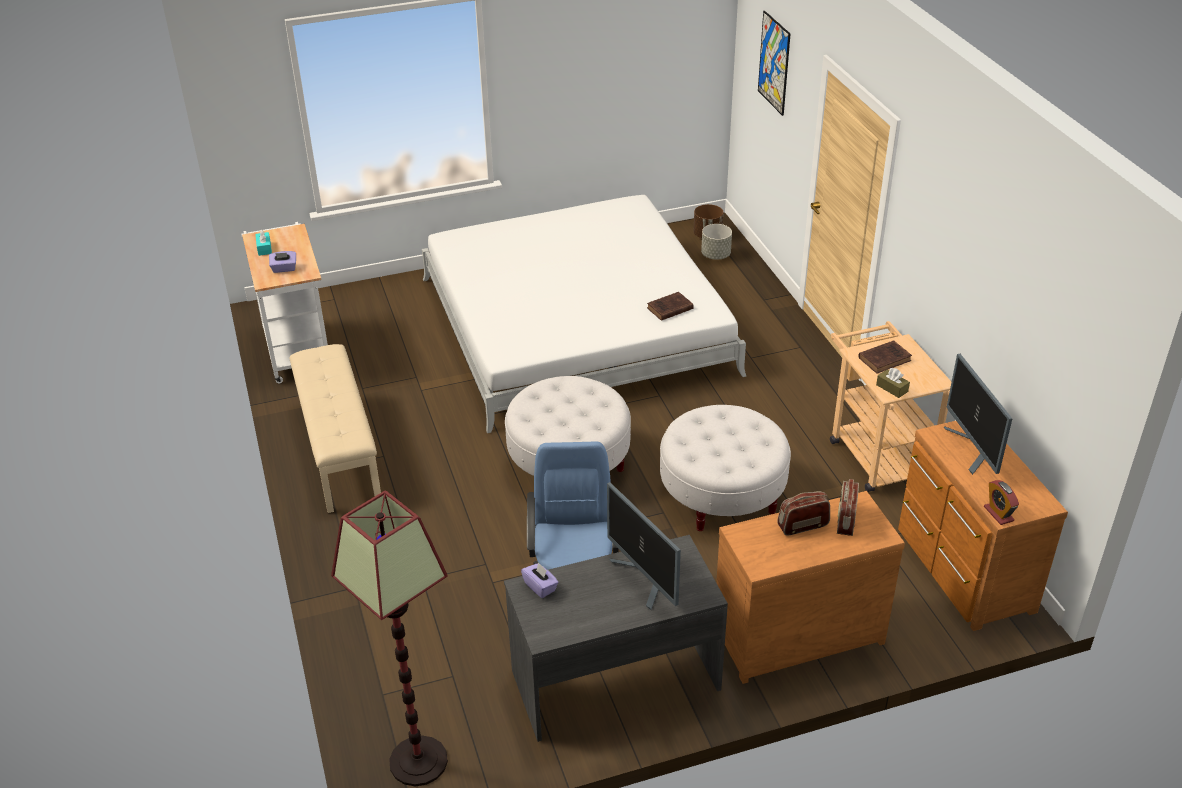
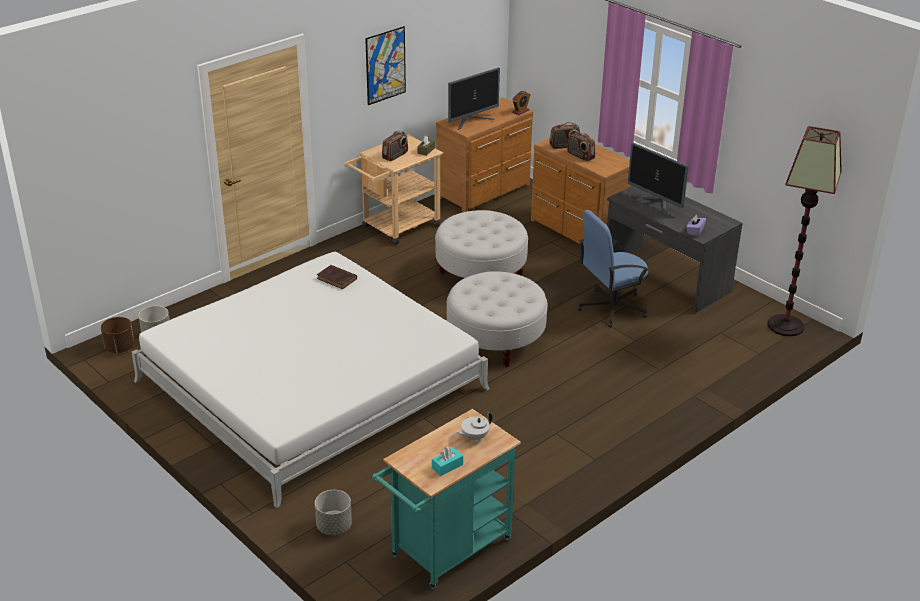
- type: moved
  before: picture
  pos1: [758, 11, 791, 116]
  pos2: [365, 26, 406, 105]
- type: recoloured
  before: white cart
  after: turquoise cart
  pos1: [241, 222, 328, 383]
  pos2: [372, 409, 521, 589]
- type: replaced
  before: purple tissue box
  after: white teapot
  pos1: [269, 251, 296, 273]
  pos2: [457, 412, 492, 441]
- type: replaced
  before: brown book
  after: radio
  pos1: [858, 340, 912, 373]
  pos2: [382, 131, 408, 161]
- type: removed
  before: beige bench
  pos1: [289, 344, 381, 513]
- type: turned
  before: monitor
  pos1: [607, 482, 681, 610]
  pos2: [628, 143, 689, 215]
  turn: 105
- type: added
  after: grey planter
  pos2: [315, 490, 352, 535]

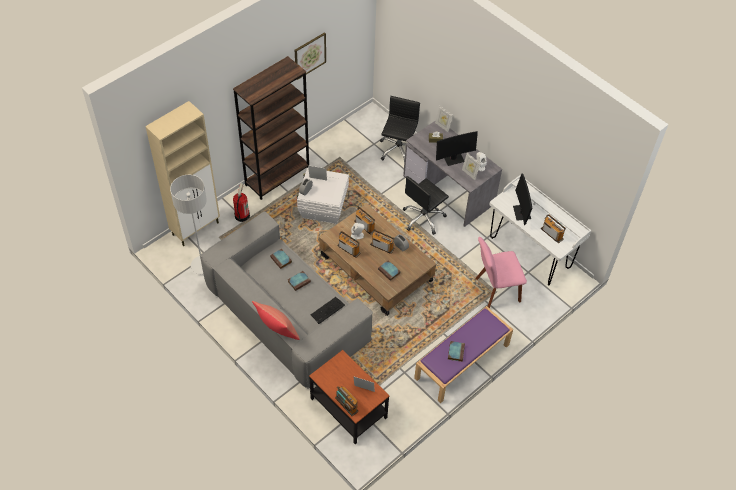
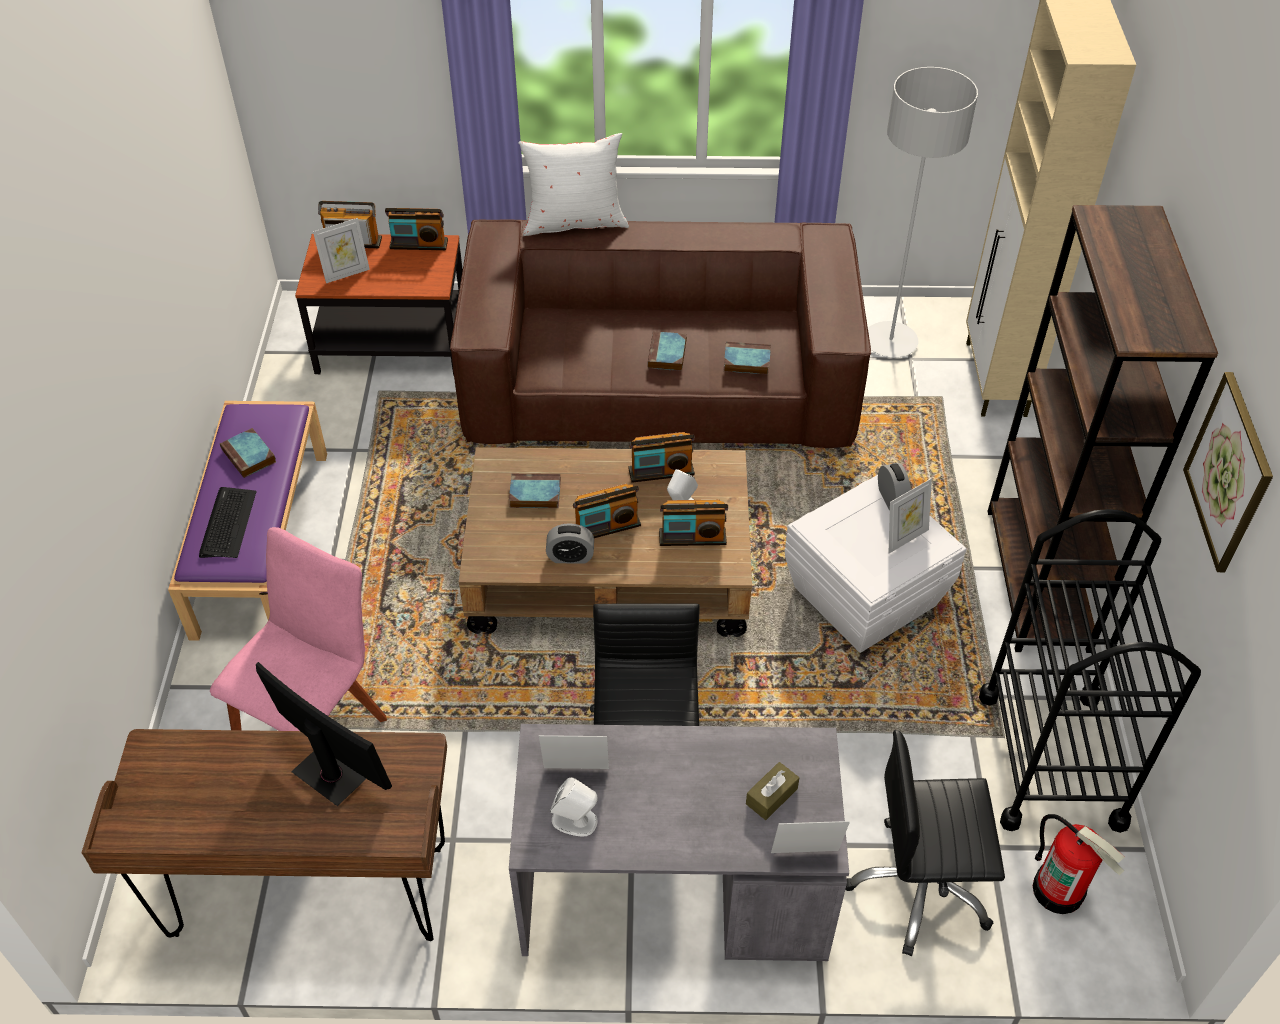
- type: turned
  before: black office chair
  pos1: [380, 96, 420, 161]
  pos2: [845, 730, 1005, 956]
  turn: 120
- type: removed
  before: monitor
  pos1: [436, 131, 478, 166]
- type: recoloured
  before: white desk
  after: brown desk
  pos1: [489, 175, 591, 285]
  pos2: [82, 729, 447, 941]
- type: moved
  before: fire extinguisher
  pos1: [233, 183, 250, 222]
  pos2: [1033, 814, 1124, 914]
- type: recoloured
  before: grey sofa
  after: brown sofa
  pos1: [200, 211, 373, 389]
  pos2: [450, 220, 871, 448]
- type: moved
  before: radio
  pos1: [541, 214, 566, 243]
  pos2: [385, 208, 448, 250]
- type: moved
  before: keyboard
  pos1: [311, 297, 345, 324]
  pos2: [199, 487, 256, 558]
- type: recoloured
  before: red pillow
  after: white pillow
  pos1: [252, 301, 300, 340]
  pos2: [518, 133, 629, 236]
- type: added
  after: black cart
  pos2: [979, 509, 1201, 833]

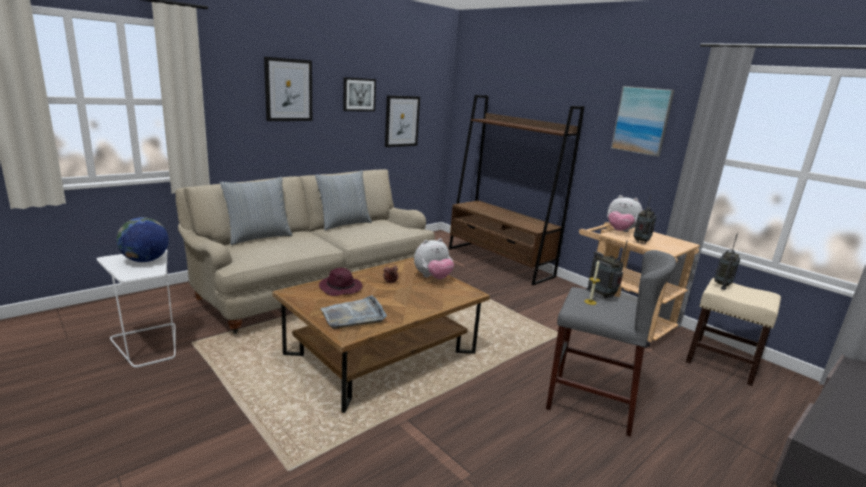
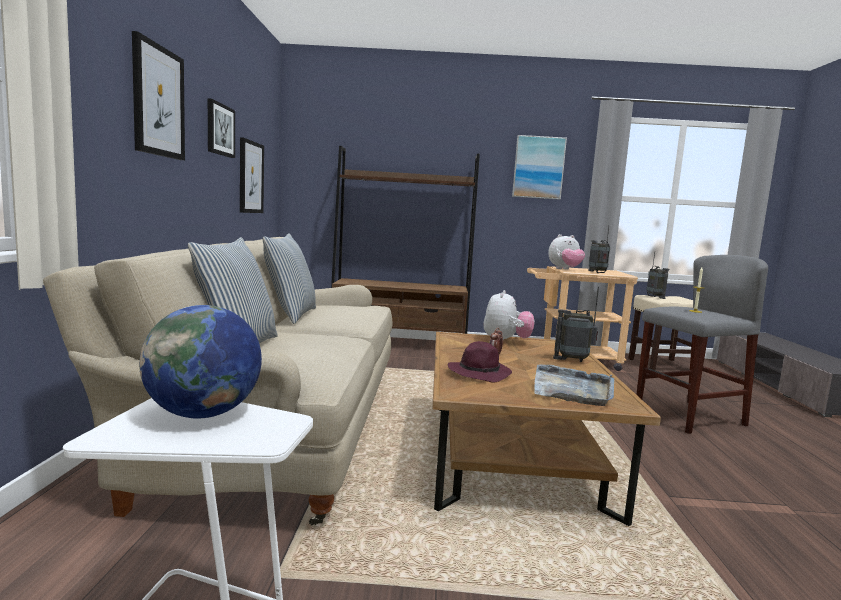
- type: moved
  before: radio
  pos1: [586, 240, 628, 299]
  pos2: [553, 287, 599, 362]

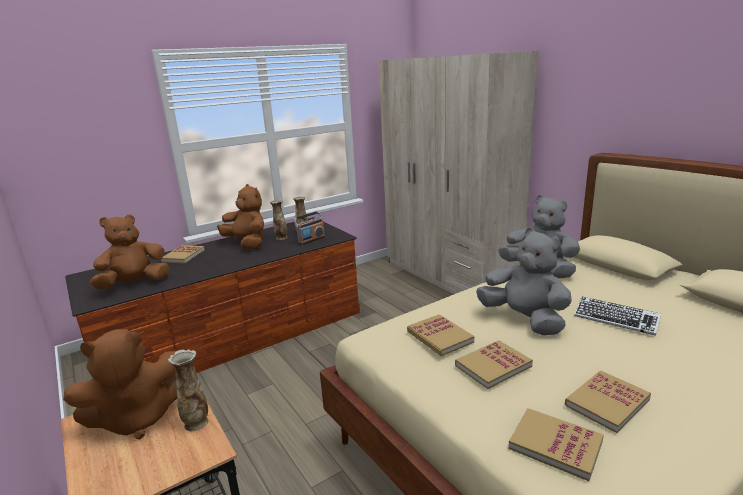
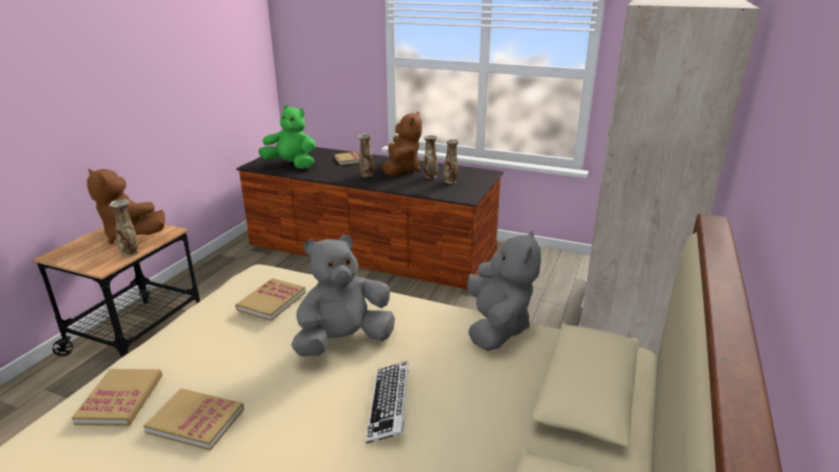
- type: removed
  before: radio
  pos1: [293, 211, 325, 245]
- type: recoloured
  before: brown plush toy
  after: green plush toy
  pos1: [90, 214, 170, 289]
  pos2: [258, 105, 315, 169]
- type: turned
  before: grey plush toy
  pos1: [476, 228, 572, 335]
  pos2: [291, 235, 395, 356]
  turn: -135
- type: removed
  before: book
  pos1: [455, 340, 533, 389]
- type: added
  after: vase
  pos2: [358, 134, 374, 177]

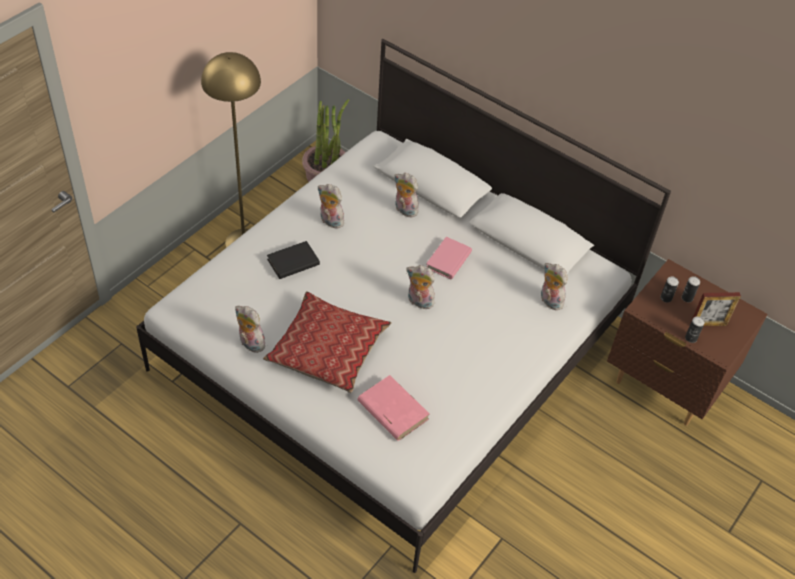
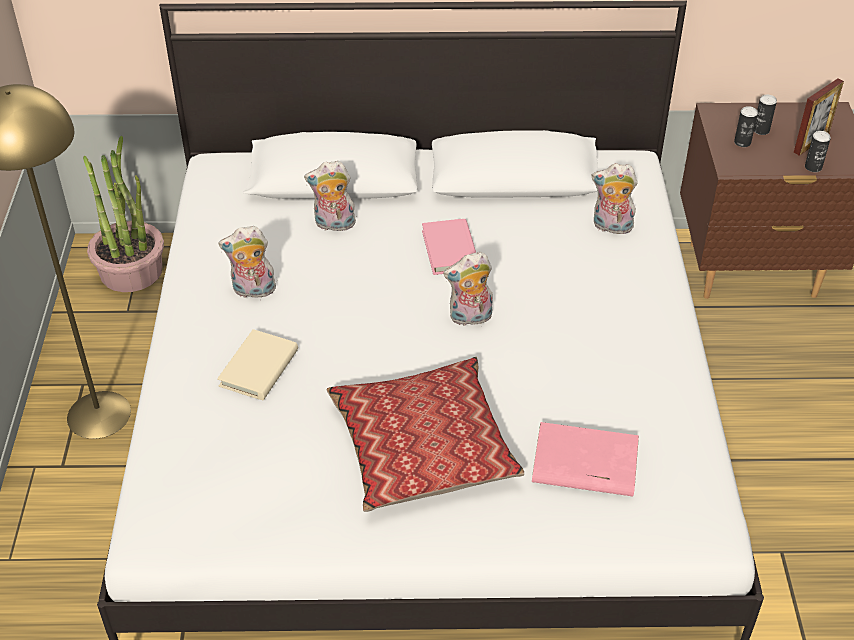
- type: recoloured
  before: black book
  after: beige book
  pos1: [267, 241, 320, 279]
  pos2: [217, 329, 298, 400]
- type: removed
  before: plush toy
  pos1: [235, 306, 265, 353]

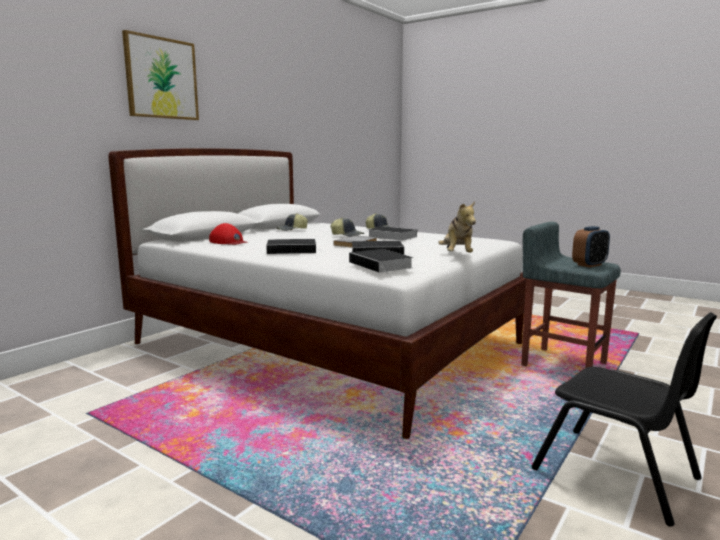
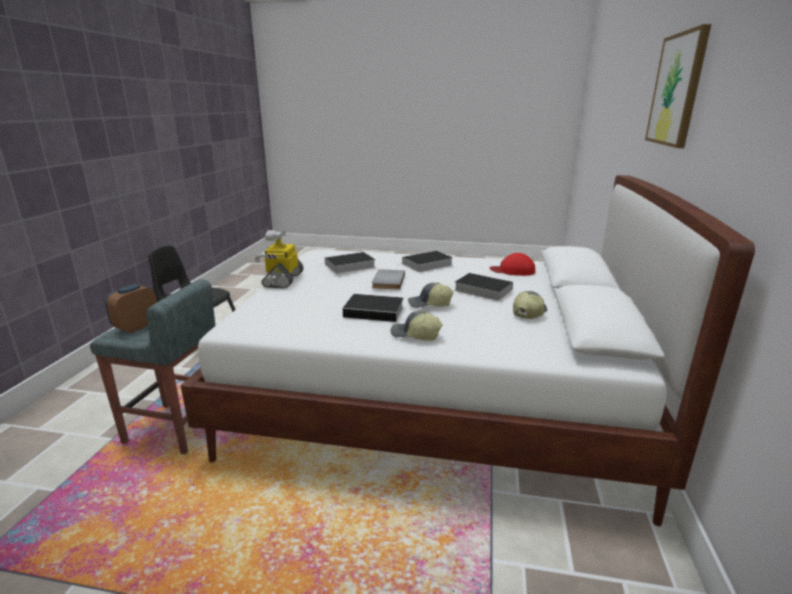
- type: replaced
  before: plush toy
  after: toy robot
  pos1: [438, 201, 476, 253]
  pos2: [255, 230, 304, 288]
- type: moved
  before: book
  pos1: [349, 249, 413, 274]
  pos2: [454, 273, 513, 301]

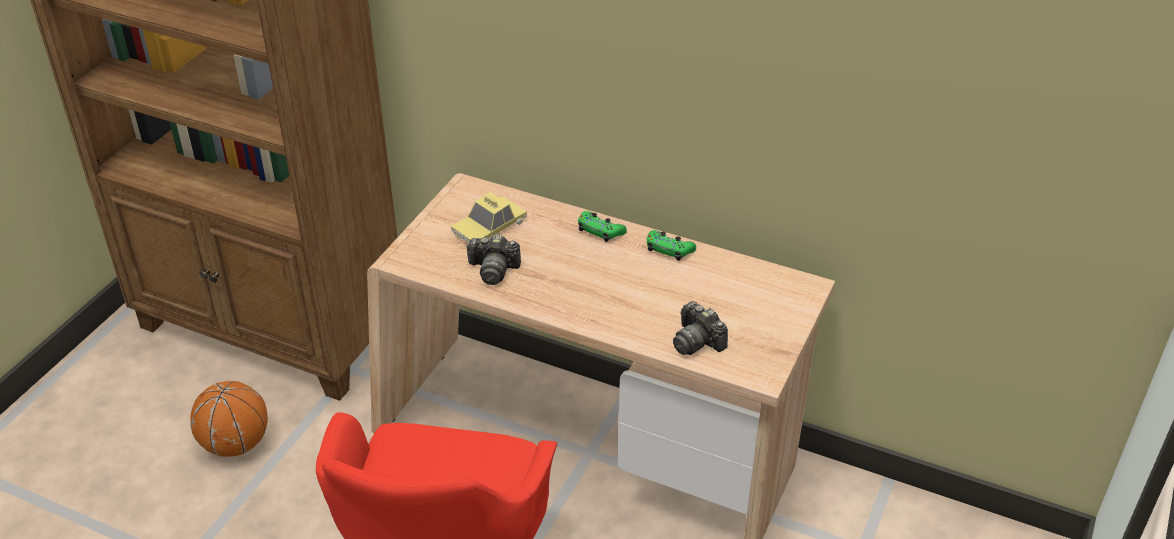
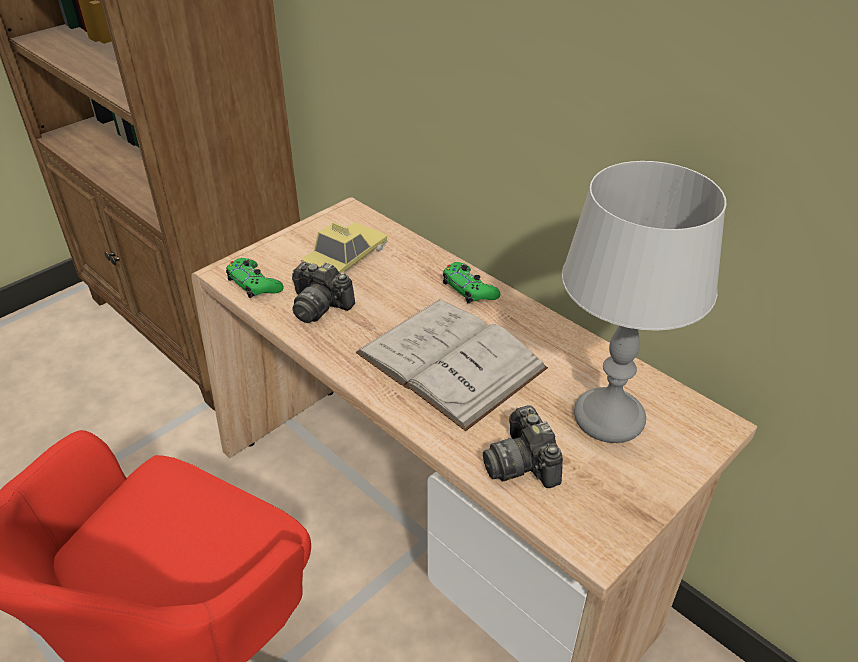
- type: turned
  before: toy car
  pos1: [451, 192, 527, 243]
  pos2: [301, 222, 388, 274]
  turn: 150
- type: moved
  before: green game controller
  pos1: [647, 230, 696, 261]
  pos2: [226, 258, 284, 298]
- type: removed
  before: basketball
  pos1: [190, 381, 268, 457]
- type: added
  after: grey table lamp
  pos2: [562, 161, 727, 443]
- type: added
  after: white book
  pos2: [356, 299, 548, 431]

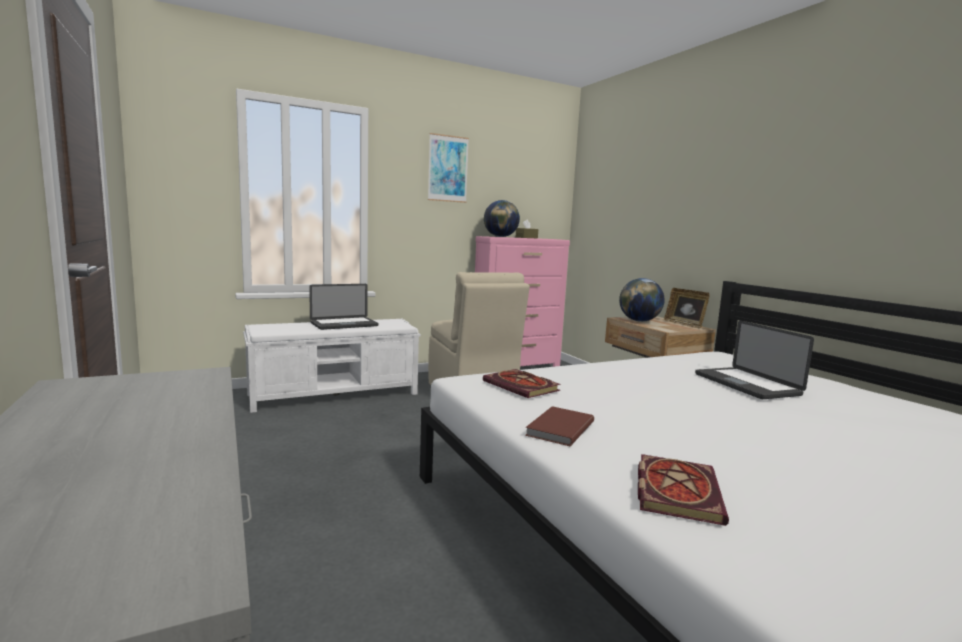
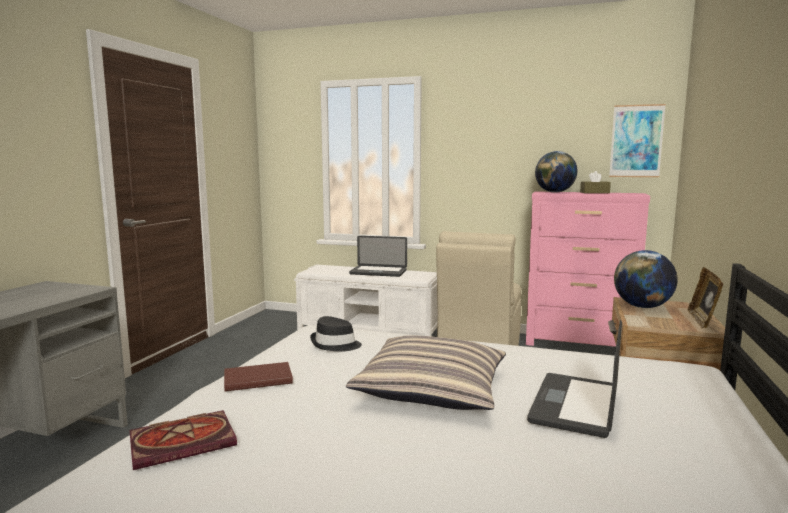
- type: moved
  before: picture
  pos1: [428, 133, 469, 203]
  pos2: [609, 104, 666, 177]
- type: replaced
  before: book
  after: black hat
  pos1: [483, 369, 561, 398]
  pos2: [310, 316, 362, 352]
- type: added
  after: pillow
  pos2: [346, 335, 506, 410]

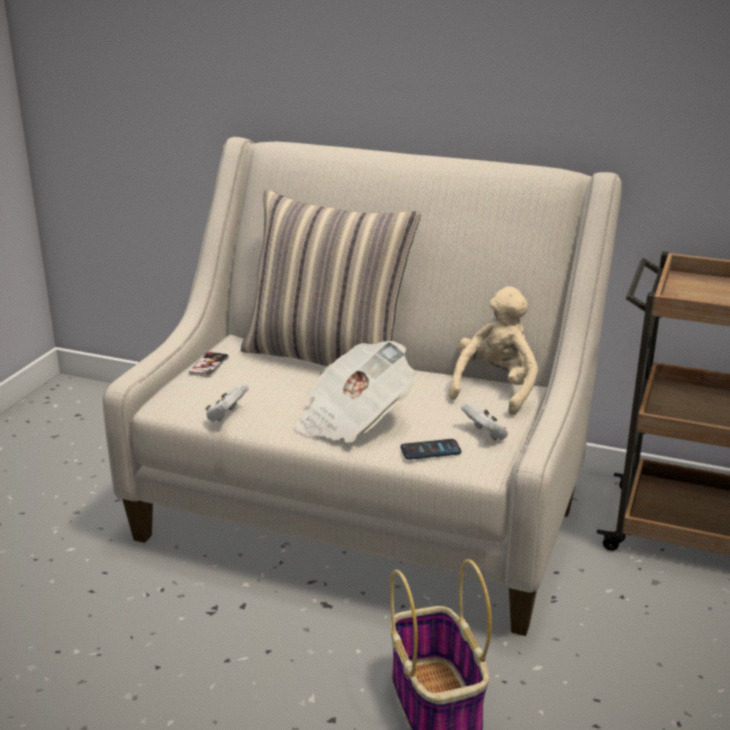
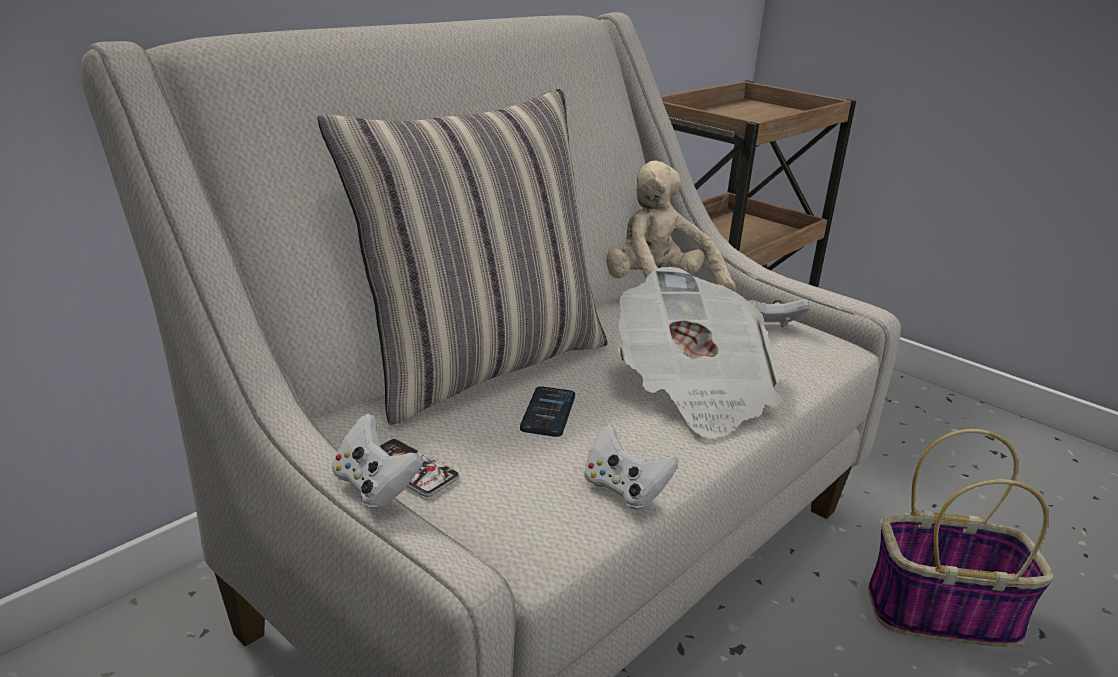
- type: moved
  before: phone
  pos1: [400, 439, 461, 460]
  pos2: [520, 386, 575, 437]
- type: added
  after: white game controller
  pos2: [332, 413, 423, 509]

